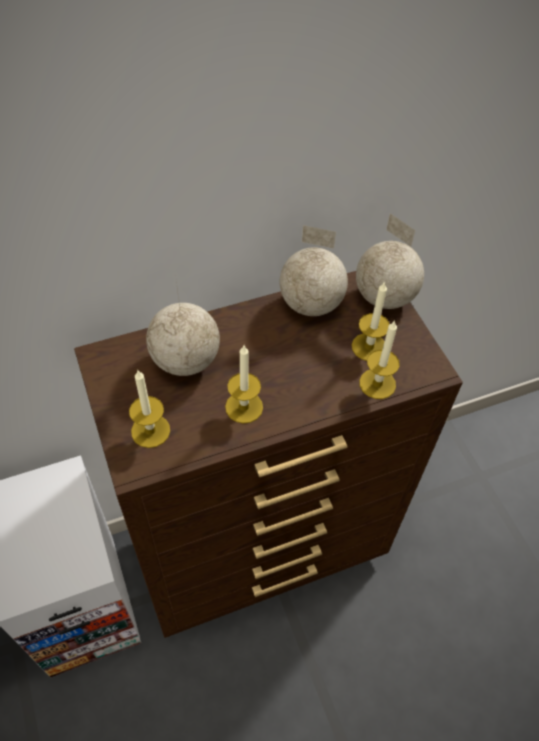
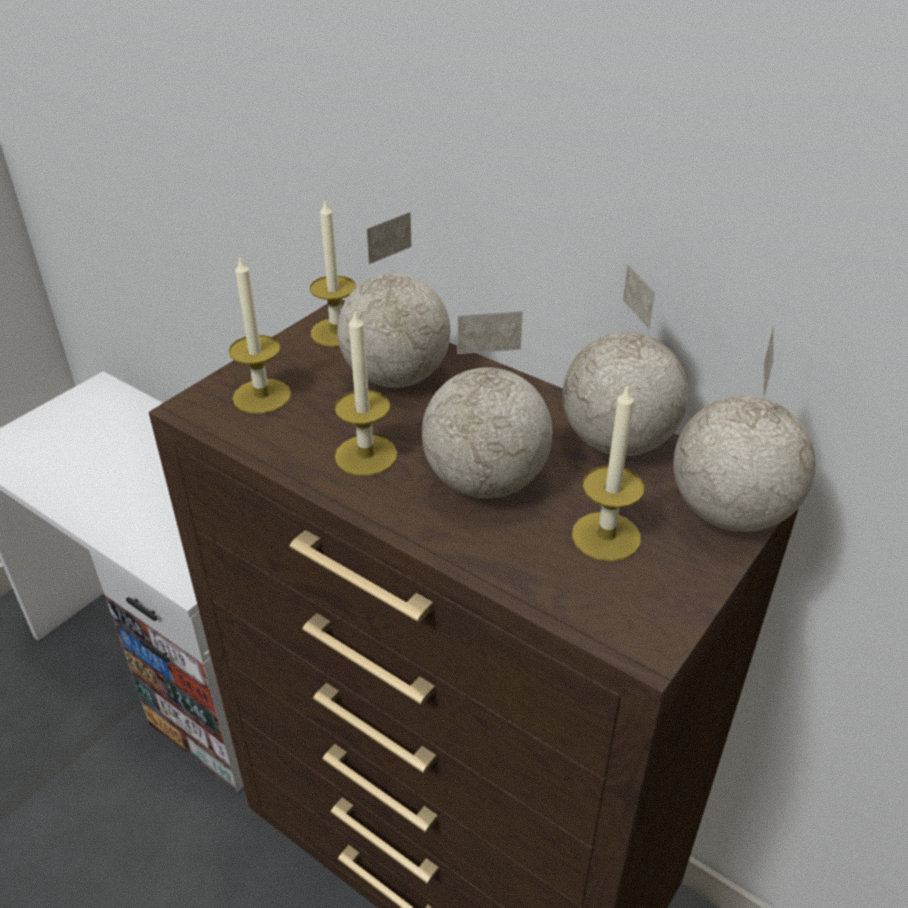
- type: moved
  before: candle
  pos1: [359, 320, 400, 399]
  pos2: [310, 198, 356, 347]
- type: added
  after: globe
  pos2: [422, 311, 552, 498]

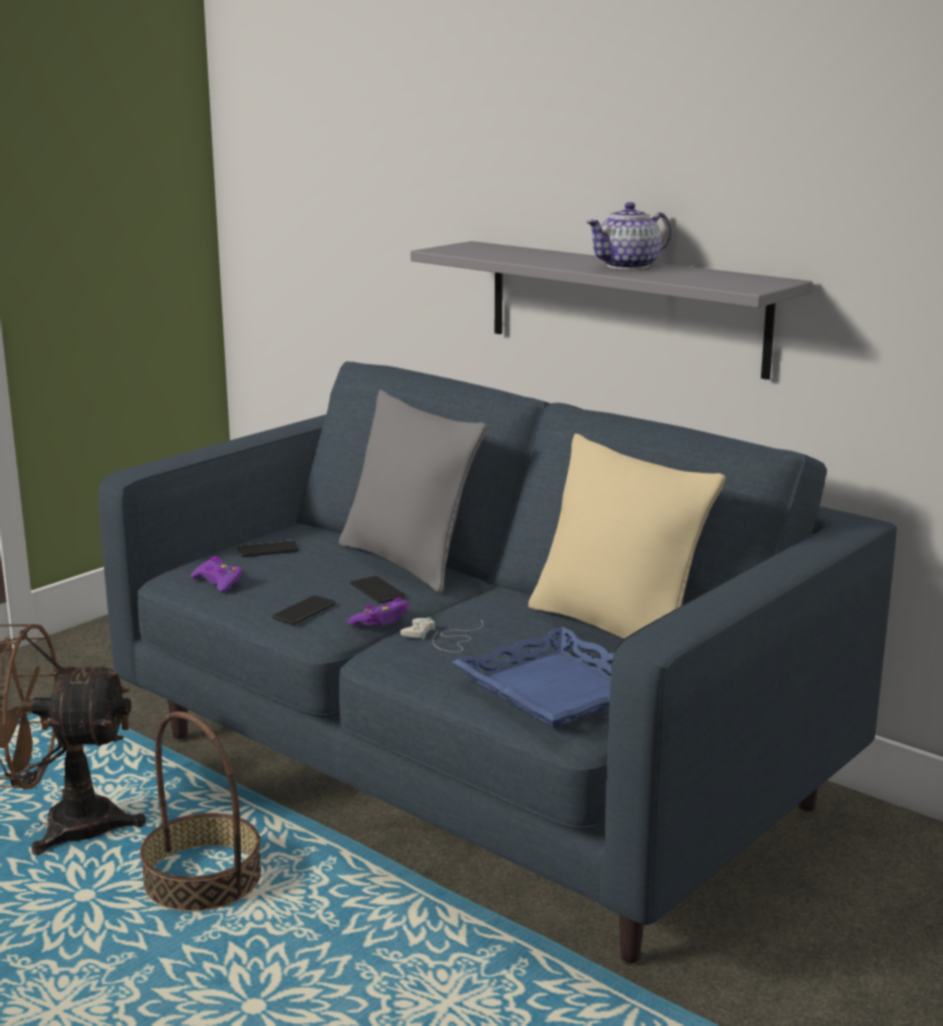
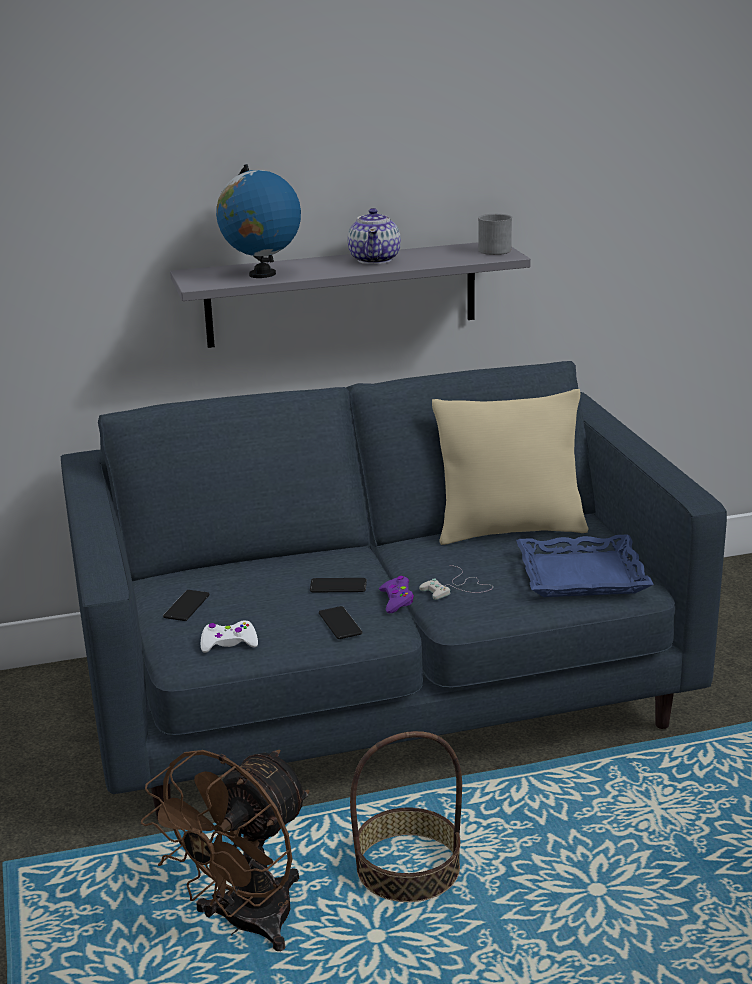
- type: removed
  before: grey pillow
  pos1: [339, 390, 487, 593]
- type: recoloured
  before: purple game controller
  after: white game controller
  pos1: [190, 556, 243, 593]
  pos2: [201, 621, 258, 653]
- type: added
  after: globe
  pos2: [216, 164, 301, 278]
- type: added
  after: grey mug
  pos2: [478, 214, 513, 255]

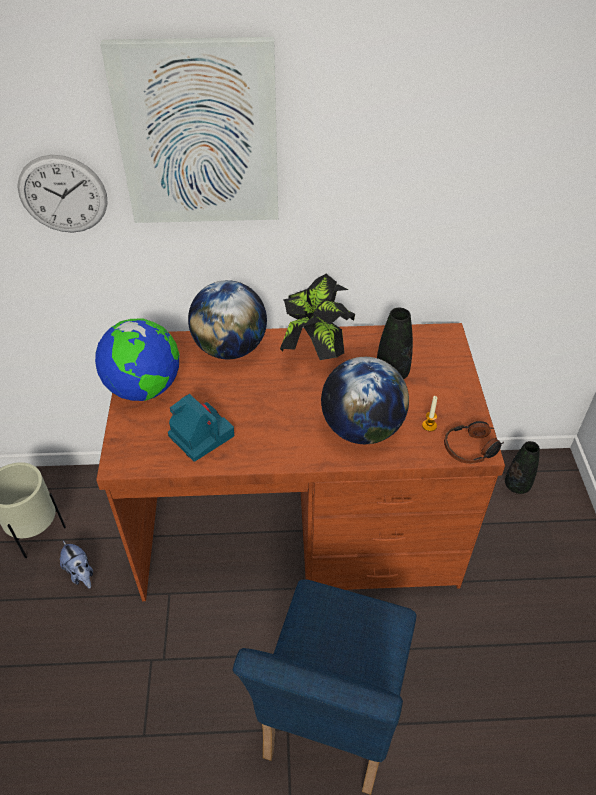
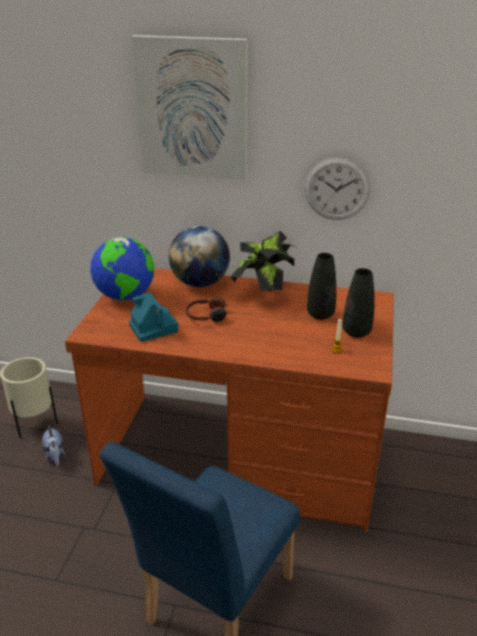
- type: moved
  before: wall clock
  pos1: [17, 155, 108, 233]
  pos2: [305, 157, 370, 220]
- type: removed
  before: globe
  pos1: [321, 357, 409, 444]
- type: moved
  before: headphones
  pos1: [444, 421, 504, 464]
  pos2: [186, 297, 228, 322]
- type: moved
  before: black vase
  pos1: [505, 441, 540, 494]
  pos2: [343, 268, 375, 338]

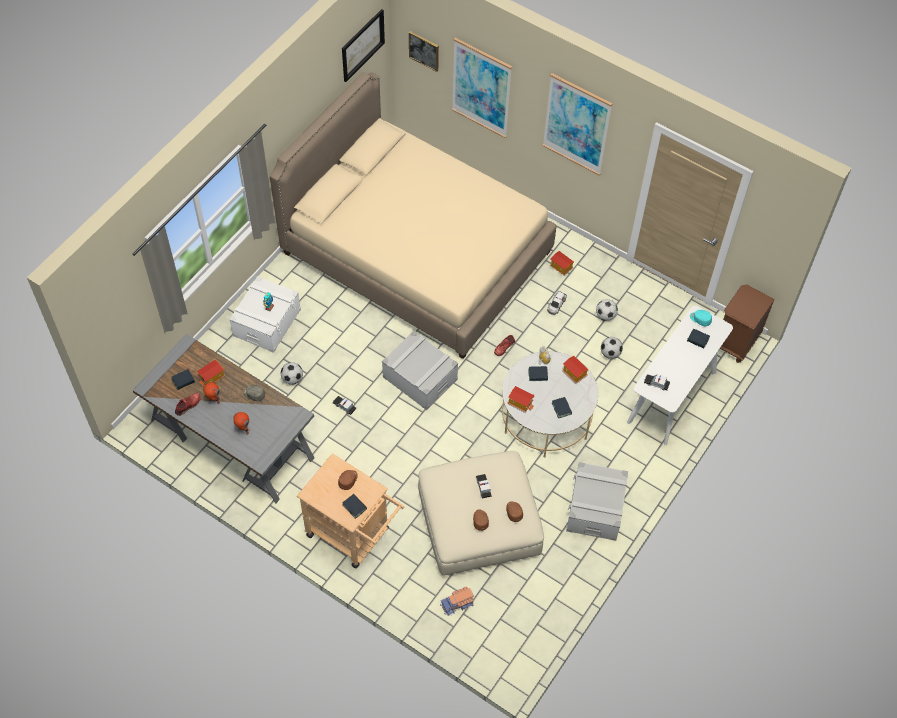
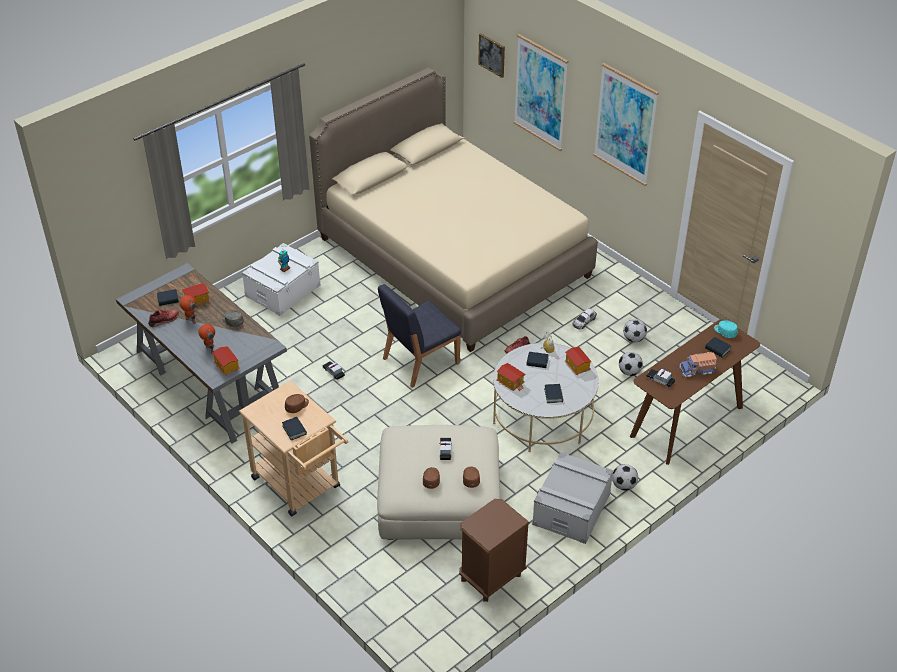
- type: removed
  before: picture
  pos1: [342, 9, 385, 82]
- type: moved
  before: toy house
  pos1: [550, 251, 574, 276]
  pos2: [212, 346, 240, 375]
- type: moved
  before: brown nightstand
  pos1: [720, 285, 775, 363]
  pos2: [459, 499, 530, 602]
- type: recoloured
  before: white console table
  after: brown console table
  pos1: [627, 306, 733, 445]
  pos2: [630, 319, 760, 465]
- type: replaced
  before: grey storage box
  after: blue chair
  pos1: [382, 330, 458, 410]
  pos2: [378, 284, 461, 388]
- type: moved
  before: football
  pos1: [281, 362, 303, 385]
  pos2: [612, 464, 638, 491]
- type: moved
  before: toy truck
  pos1: [440, 586, 474, 616]
  pos2: [679, 352, 717, 377]

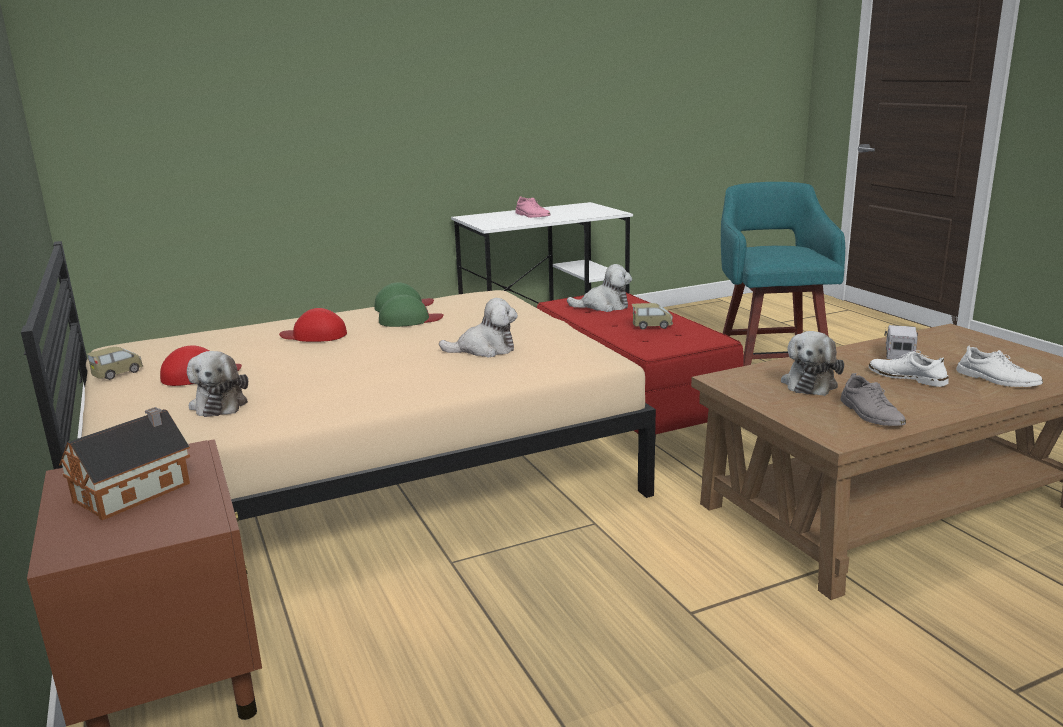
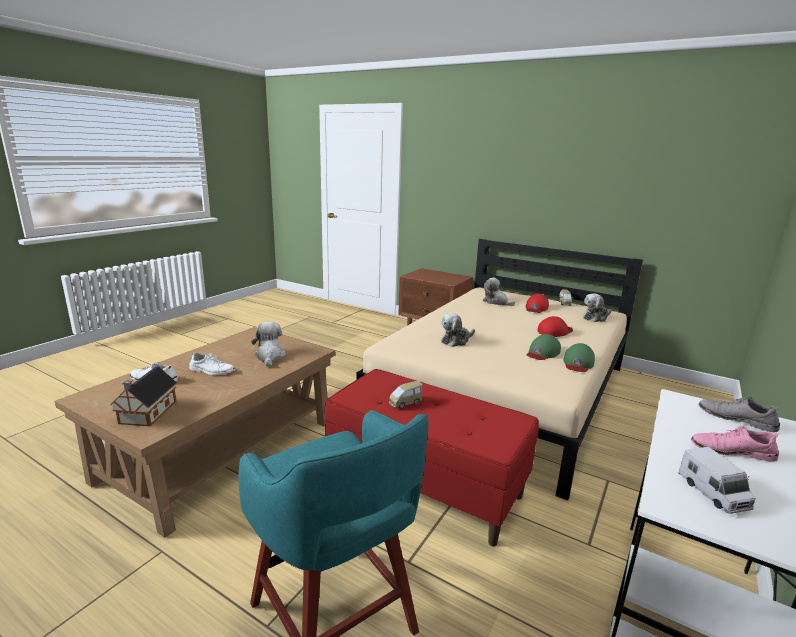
- type: moved
  before: plush toy
  pos1: [567, 264, 632, 312]
  pos2: [583, 293, 612, 322]
- type: moved
  before: toy truck
  pos1: [885, 325, 918, 359]
  pos2: [678, 447, 755, 514]
- type: moved
  before: grey shoe
  pos1: [841, 373, 906, 426]
  pos2: [699, 397, 780, 432]
- type: moved
  before: toy house
  pos1: [59, 407, 190, 520]
  pos2: [110, 366, 177, 426]

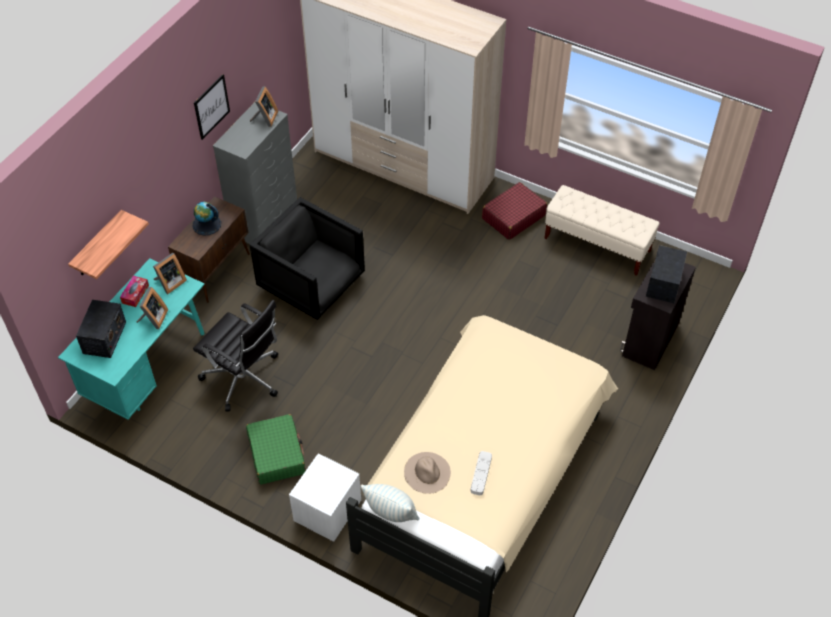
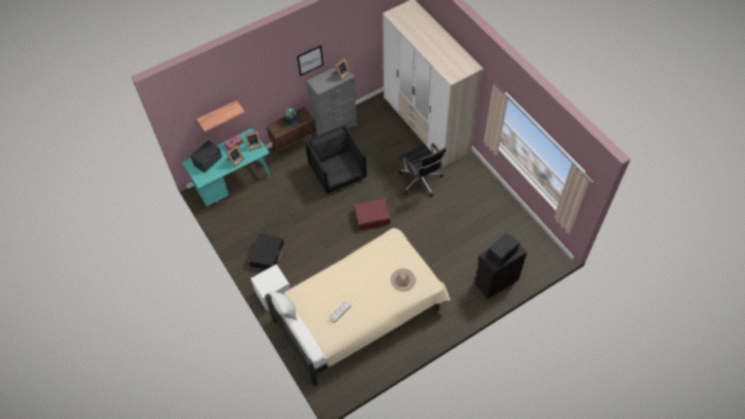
- type: moved
  before: red suitcase
  pos1: [482, 182, 547, 240]
  pos2: [354, 198, 391, 230]
- type: removed
  before: beige bench
  pos1: [544, 185, 660, 276]
- type: moved
  before: black office chair
  pos1: [193, 300, 278, 412]
  pos2: [398, 144, 446, 197]
- type: recoloured
  before: green suitcase
  after: black suitcase
  pos1: [246, 414, 305, 484]
  pos2: [249, 233, 284, 270]
- type: moved
  before: beige hat
  pos1: [404, 452, 451, 494]
  pos2: [391, 268, 416, 292]

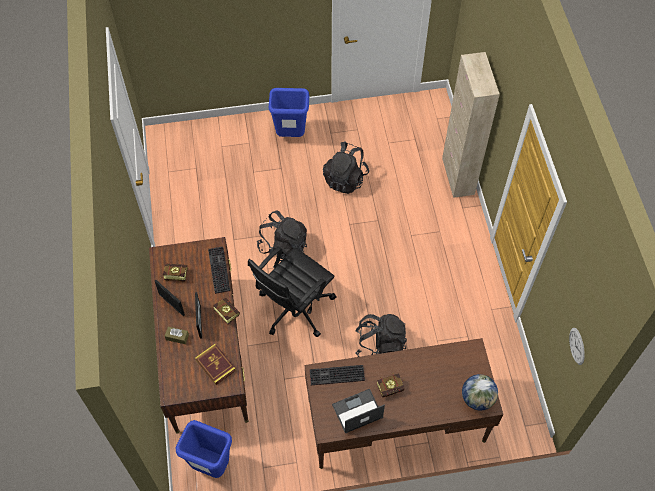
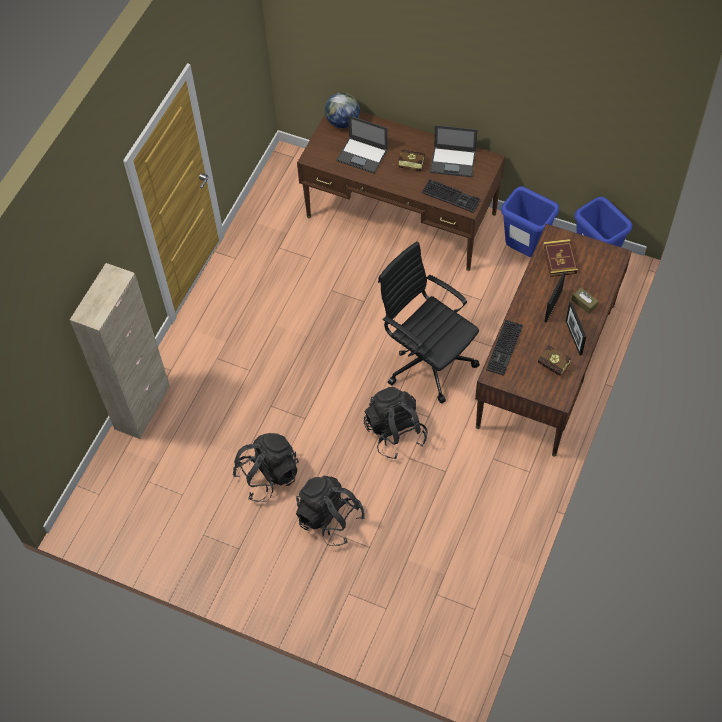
- type: moved
  before: blue trash can
  pos1: [269, 88, 309, 137]
  pos2: [501, 186, 559, 257]
- type: turned
  before: black office chair
  pos1: [248, 247, 337, 337]
  pos2: [378, 241, 480, 404]
  turn: -120
- type: removed
  before: book
  pos1: [213, 298, 240, 325]
- type: moved
  before: black backpack
  pos1: [355, 314, 407, 357]
  pos2: [296, 476, 365, 546]
- type: removed
  before: wall clock
  pos1: [569, 328, 585, 365]
- type: added
  after: laptop
  pos2: [336, 116, 388, 174]

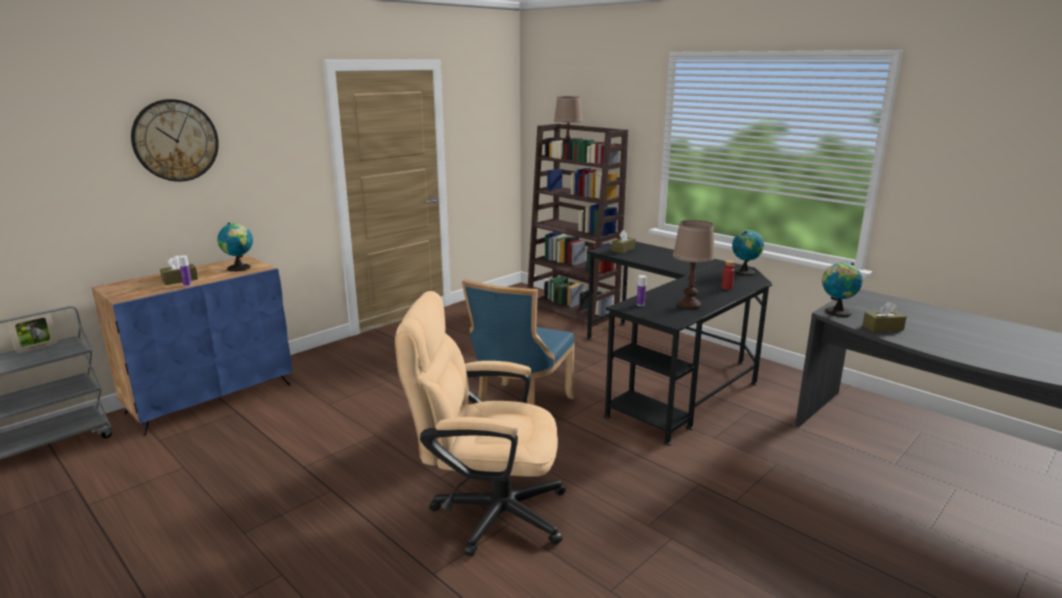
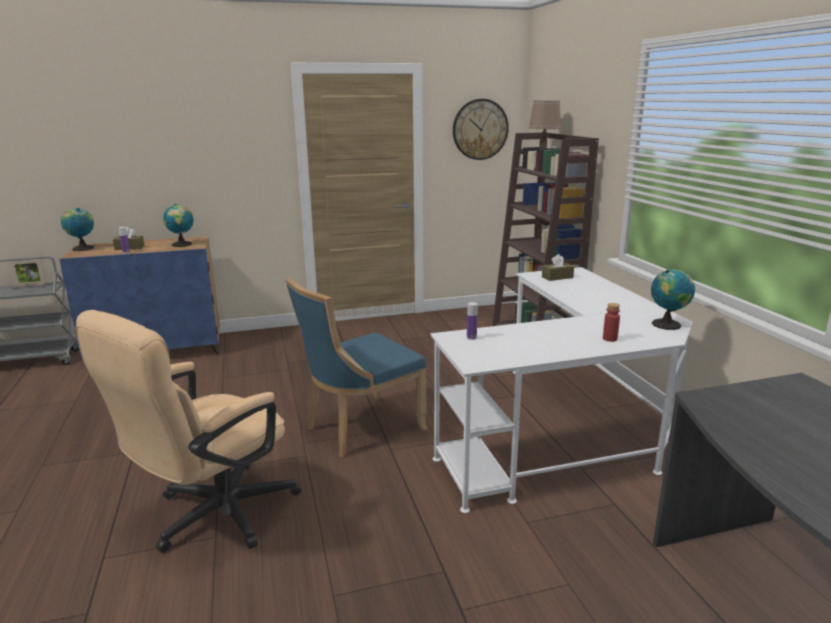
- type: moved
  before: wall clock
  pos1: [131, 99, 219, 182]
  pos2: [453, 99, 509, 160]
- type: removed
  before: brown table lamp
  pos1: [673, 220, 715, 309]
- type: recoloured
  before: black desk
  after: white desk
  pos1: [586, 241, 772, 446]
  pos2: [431, 267, 693, 513]
- type: moved
  before: globe
  pos1: [822, 262, 863, 317]
  pos2: [61, 208, 94, 251]
- type: turned
  before: beige office chair
  pos1: [395, 291, 566, 556]
  pos2: [75, 310, 301, 552]
  turn: -90
- type: removed
  before: brown tissue box
  pos1: [862, 301, 907, 332]

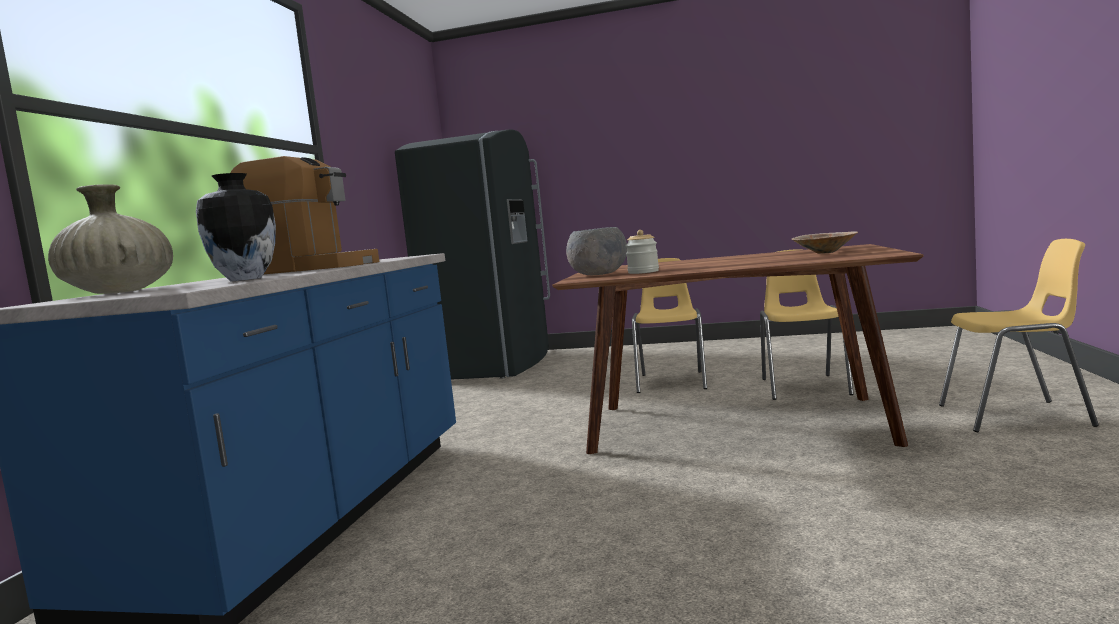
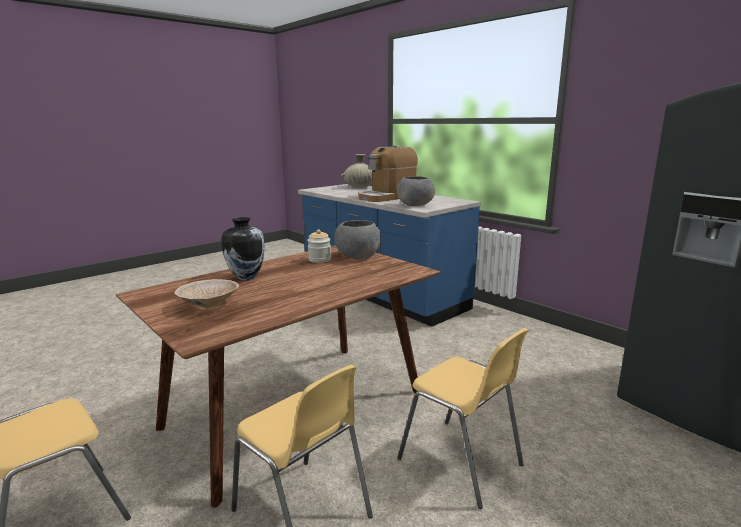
- type: moved
  before: vase
  pos1: [196, 173, 276, 281]
  pos2: [222, 217, 265, 280]
- type: added
  after: grey bowl
  pos2: [397, 176, 435, 206]

